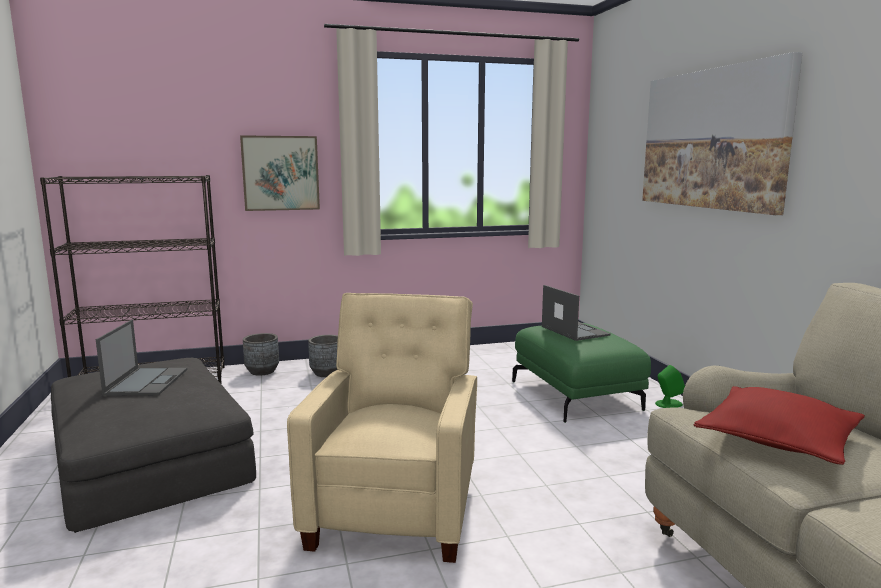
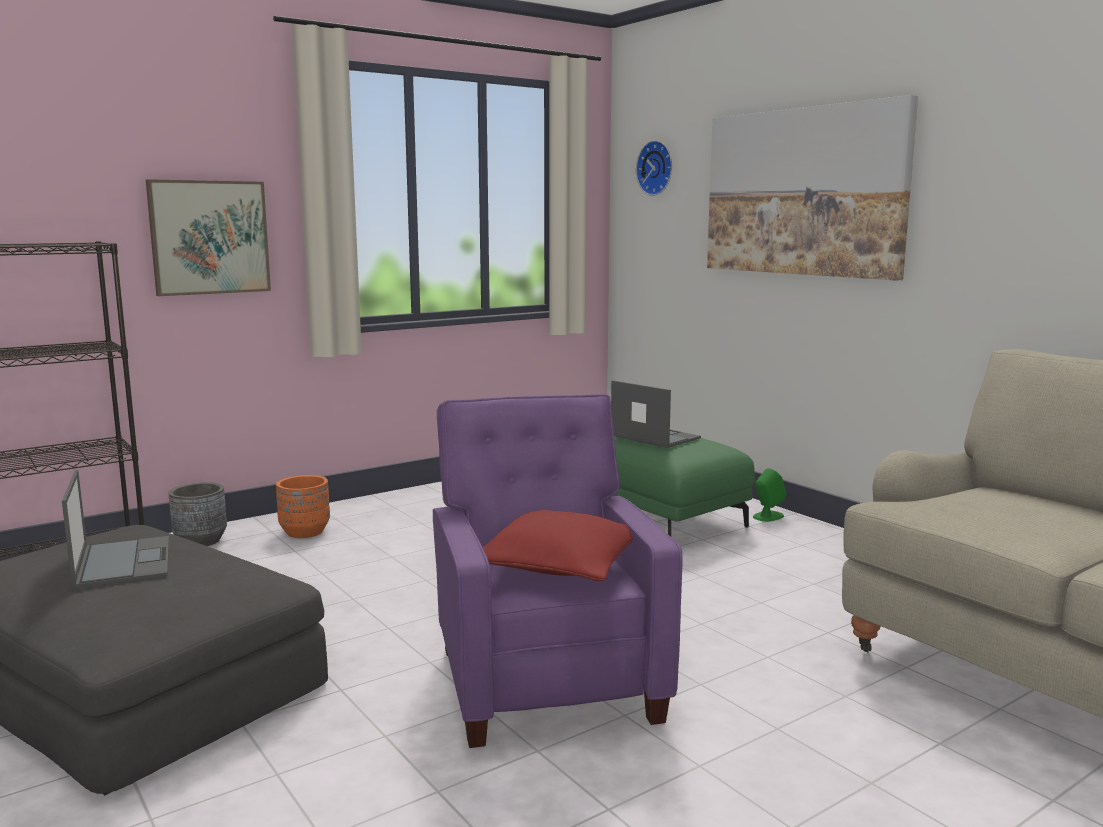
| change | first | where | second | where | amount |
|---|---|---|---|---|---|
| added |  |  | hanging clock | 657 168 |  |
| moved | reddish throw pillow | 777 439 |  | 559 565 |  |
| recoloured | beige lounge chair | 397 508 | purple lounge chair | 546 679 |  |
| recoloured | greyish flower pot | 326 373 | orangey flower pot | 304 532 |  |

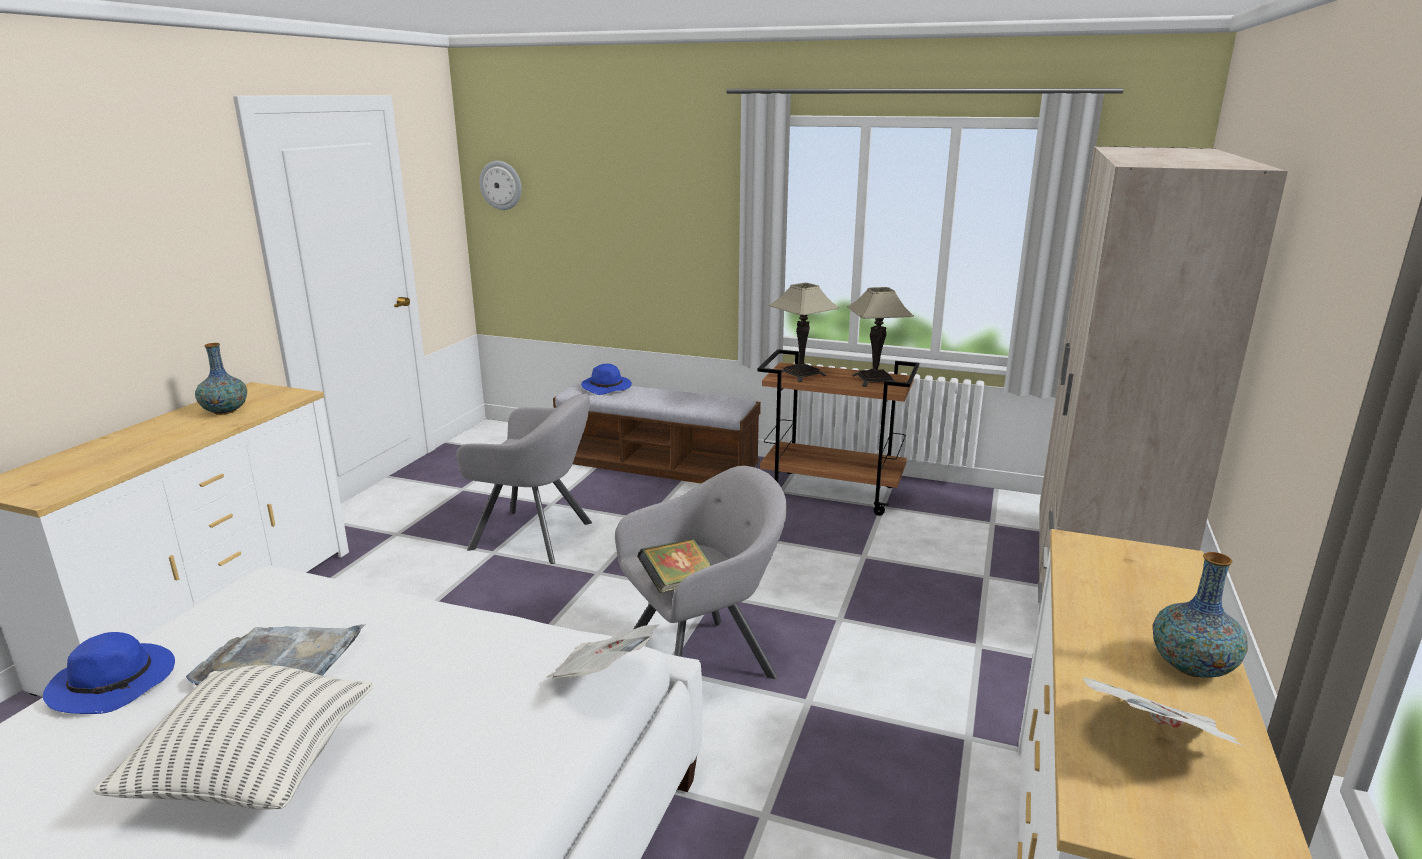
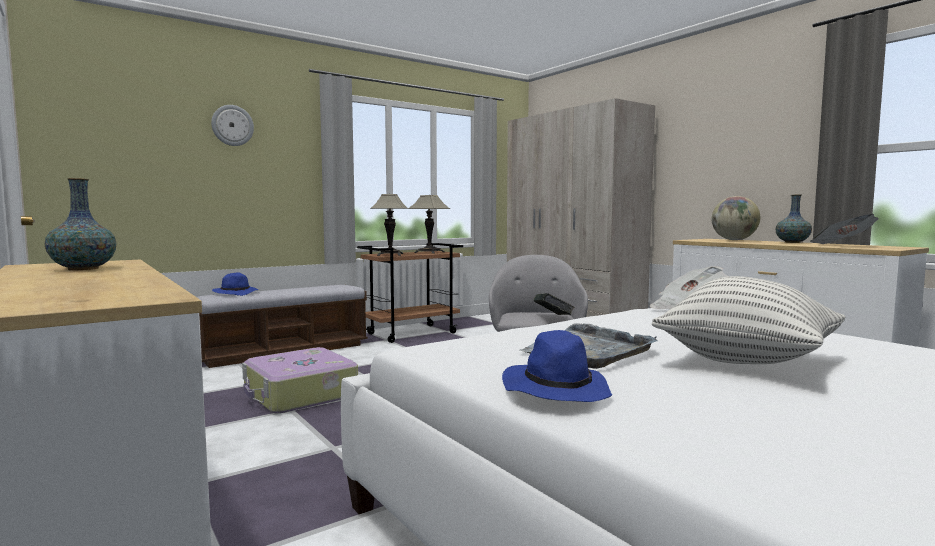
| change | first | where | second | where | amount |
|---|---|---|---|---|---|
| added |  |  | globe | 734 240 |  |
| moved | hanging clock | 501 185 |  | 232 125 |  |
| replaced | greyish lounge chair | 537 536 | piece of luggage | 300 394 |  |

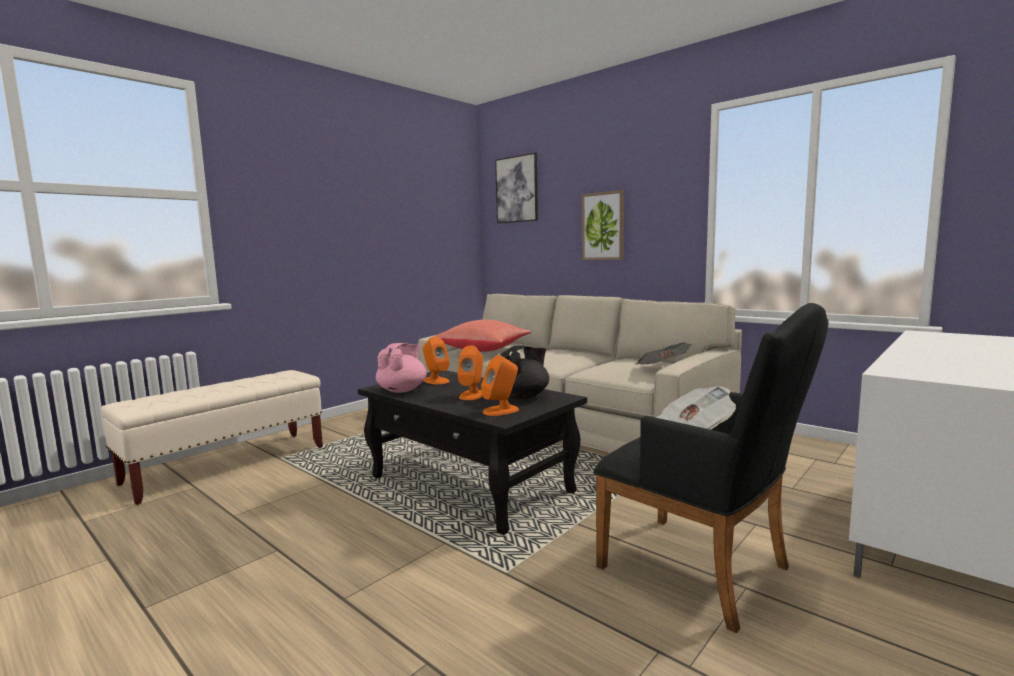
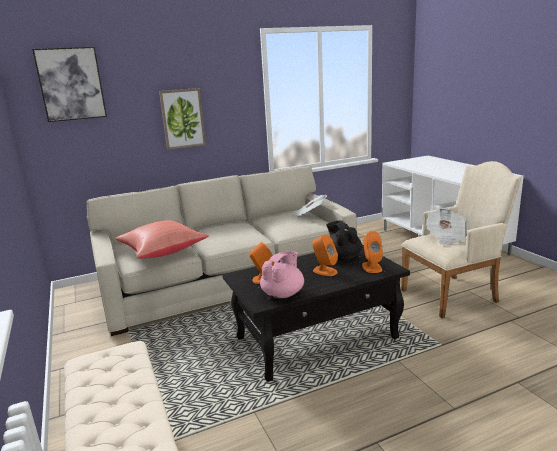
| change | first | where | second | where | amount |
|---|---|---|---|---|---|
| recoloured | blackish lounge chair | 704 572 | beige lounge chair | 453 294 |  |
| turned | pinkish tea pot | 402 390 |  | 283 294 | 75 degrees clockwise |

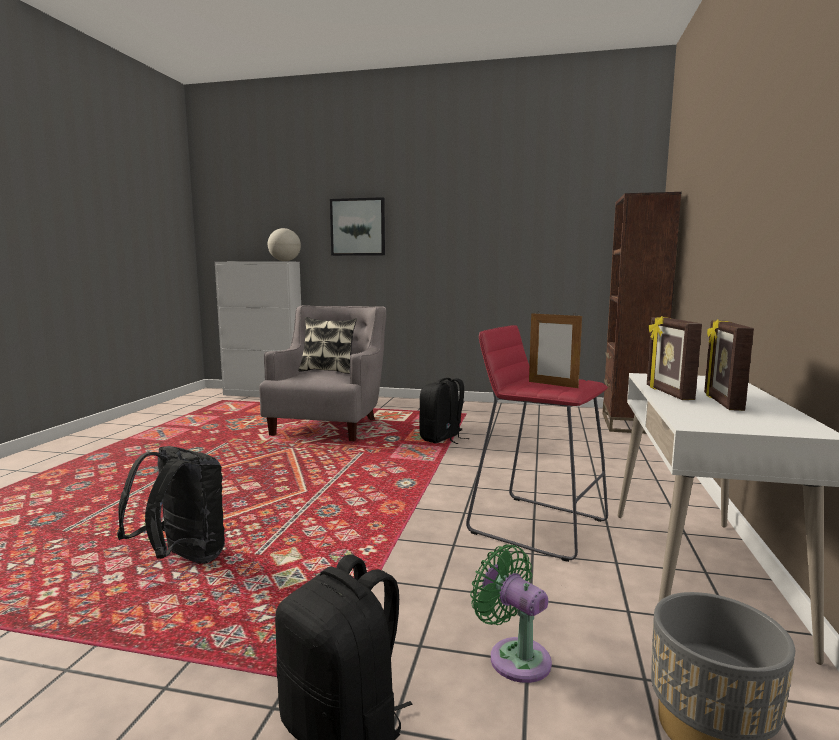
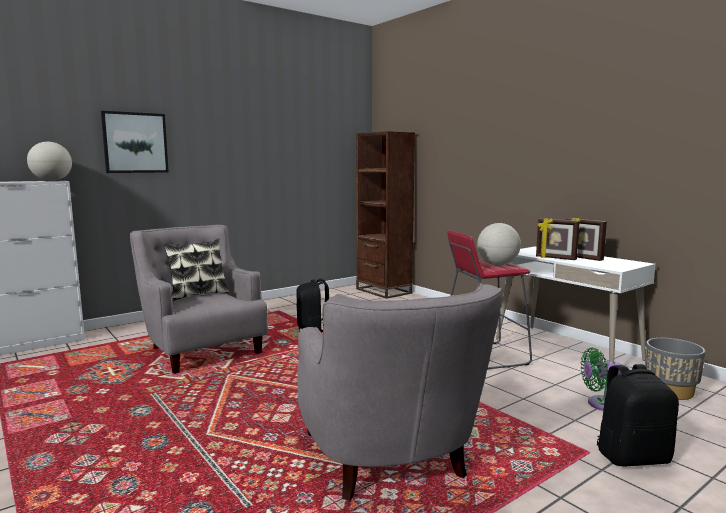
| change | first | where | second | where | amount |
|---|---|---|---|---|---|
| replaced | blackish rucksack | 182 559 | greyish lounge chair | 389 461 |  |
| replaced | standing frame | 553 384 | globe | 497 264 |  |

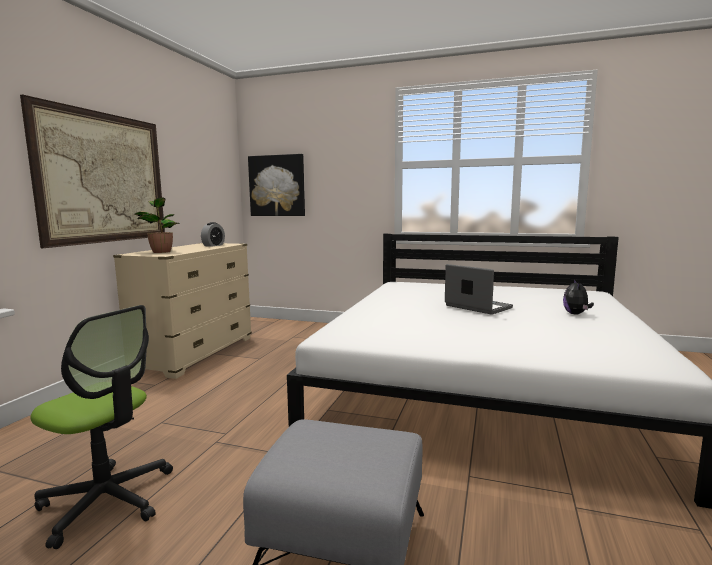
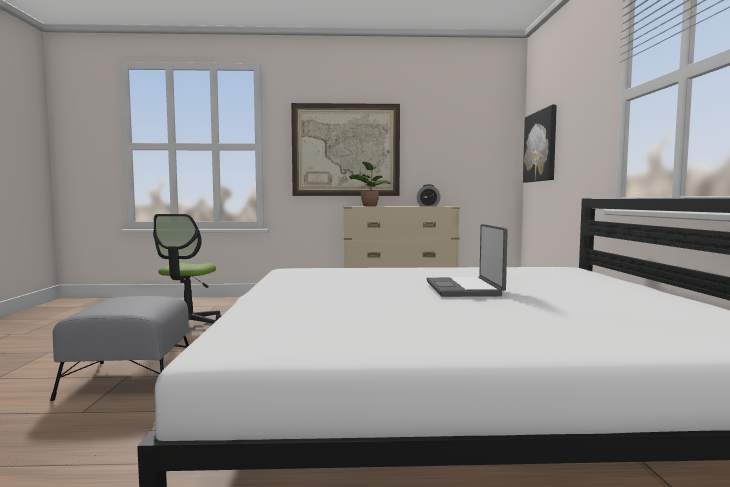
| change | first | where | second | where | amount |
|---|---|---|---|---|---|
| removed | soft toy | 576 314 |  |  |  |
| turned | notebook computer | 477 307 |  | 465 289 | 150 degrees clockwise |

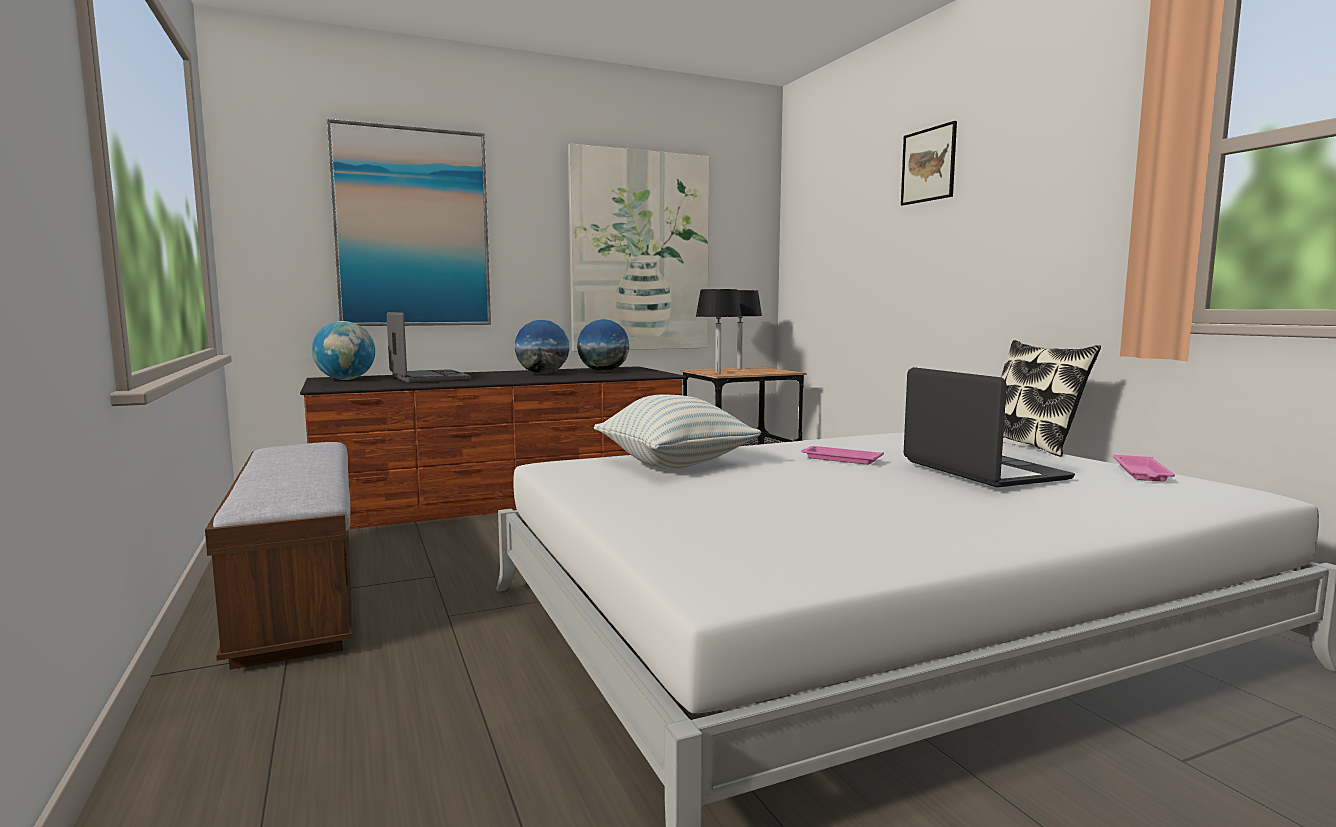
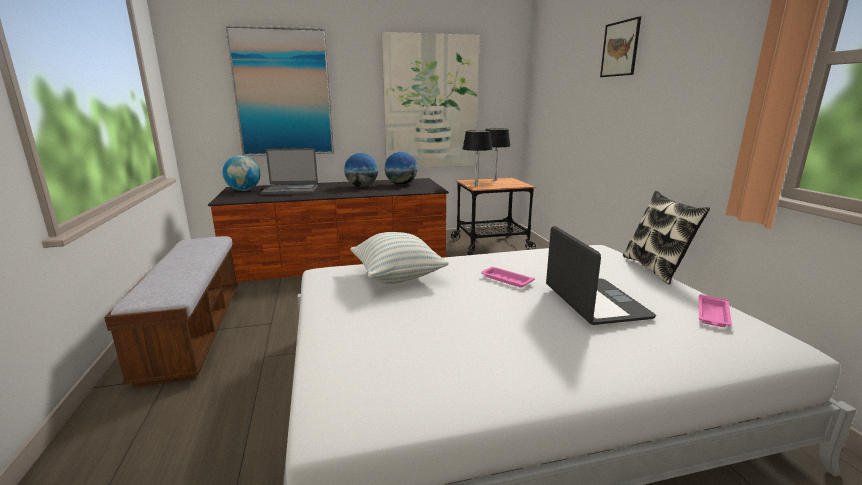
| change | first | where | second | where | amount |
|---|---|---|---|---|---|
| turned | notebook computer | 428 378 |  | 290 190 | 105 degrees clockwise |

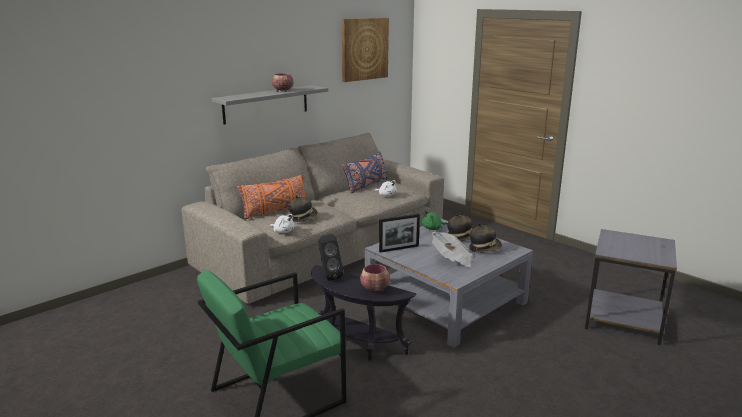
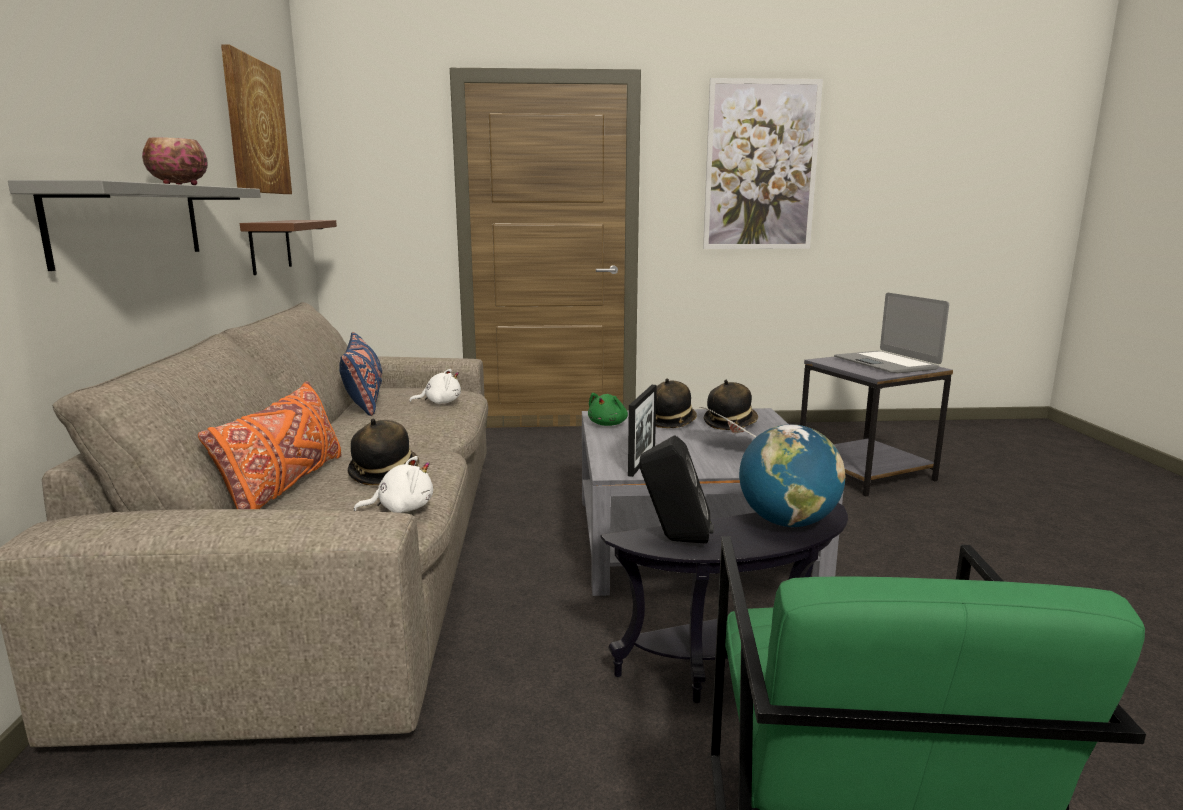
| change | first | where | second | where | amount |
|---|---|---|---|---|---|
| added |  |  | brownish shelf | 270 246 |  |
| added |  |  | wall art | 761 166 |  |
| added |  |  | notebook computer | 886 363 |  |
| replaced | bowl | 375 289 | globe | 787 522 |  |

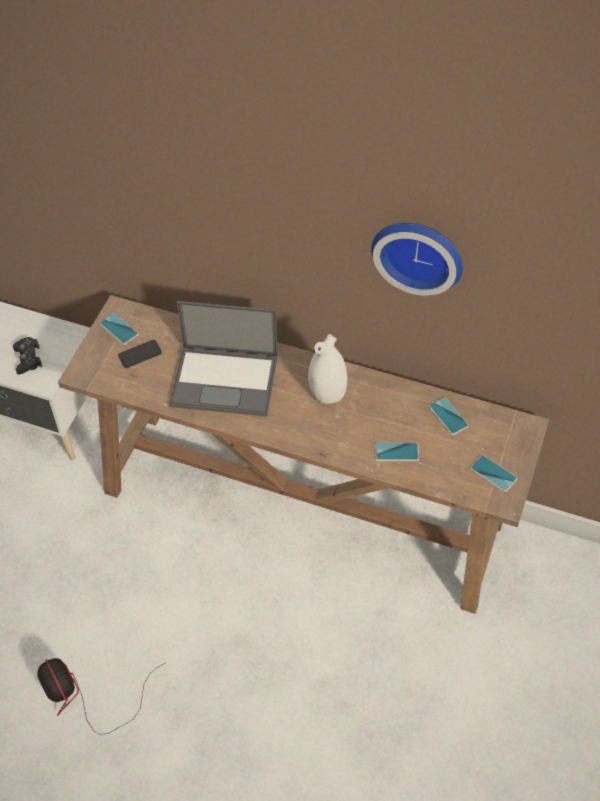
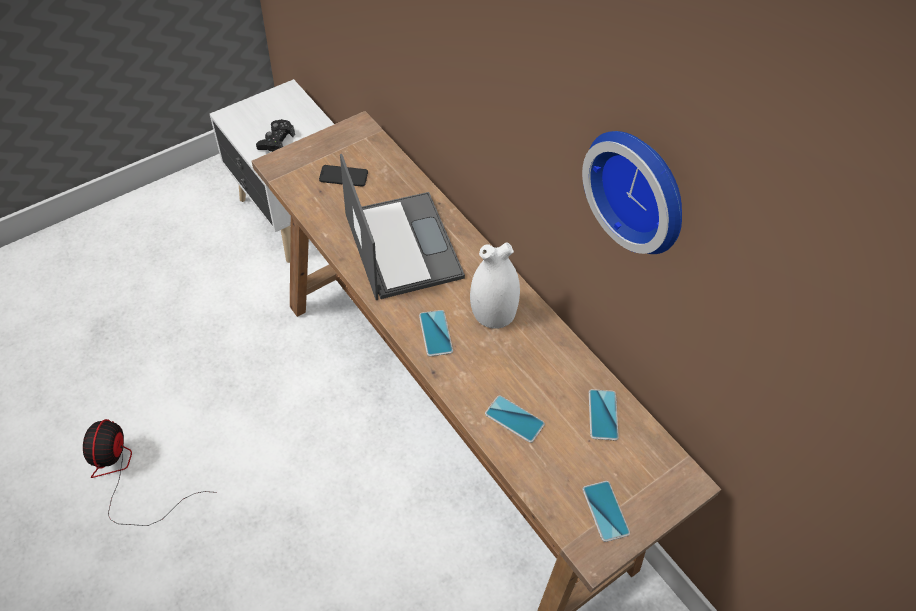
| change | first | where | second | where | amount |
|---|---|---|---|---|---|
| moved | telephone | 119 329 |  | 435 333 |  |
| turned | notebook computer | 226 380 |  | 402 244 | 150 degrees counterclockwise |

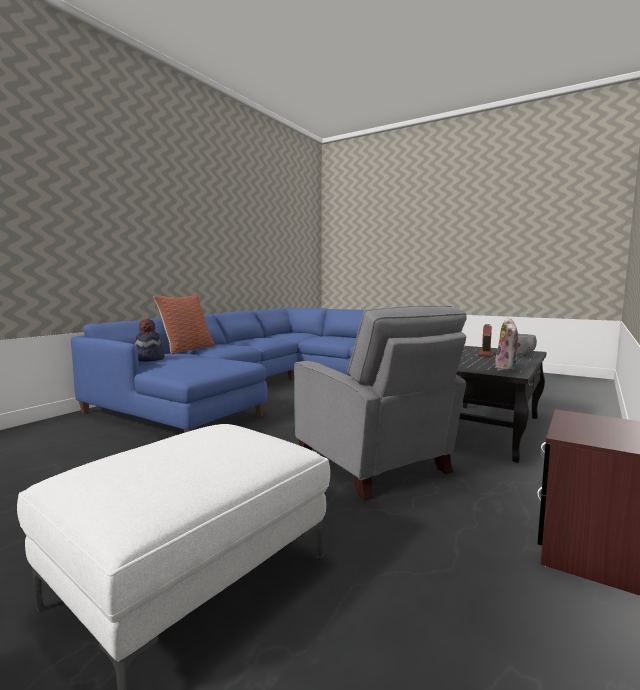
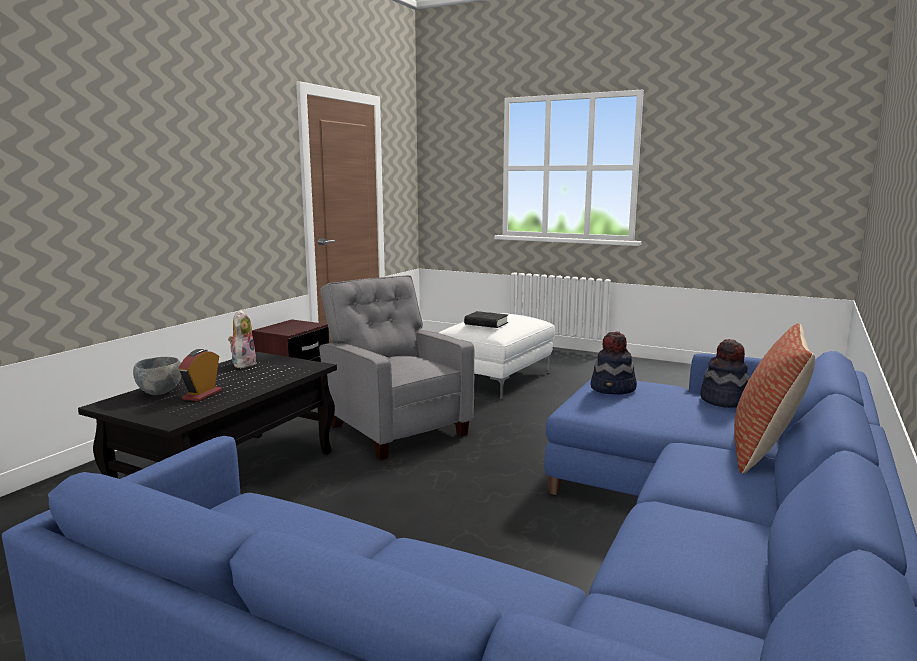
| change | first | where | second | where | amount |
|---|---|---|---|---|---|
| added |  |  | blackish bound book | 486 323 |  |
| added |  |  | hat | 613 389 |  |

